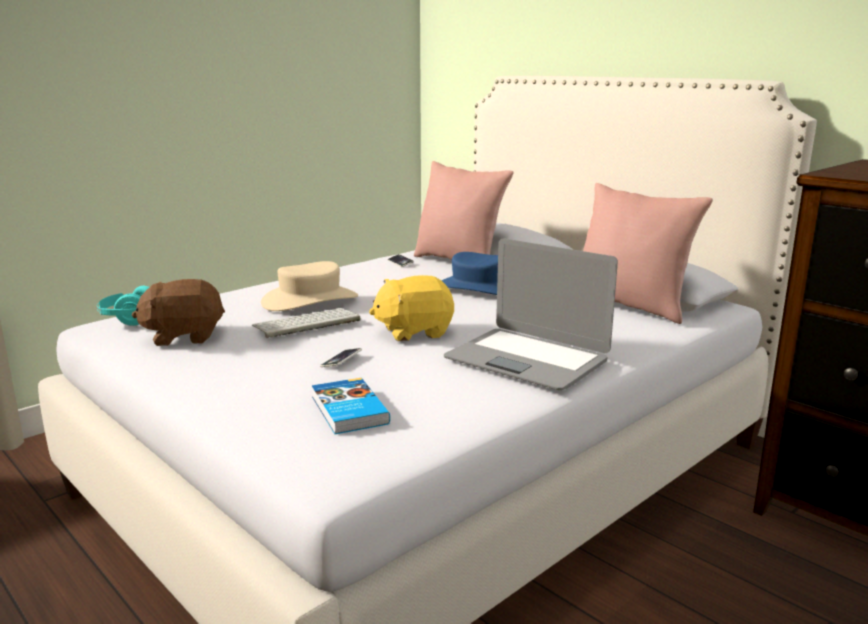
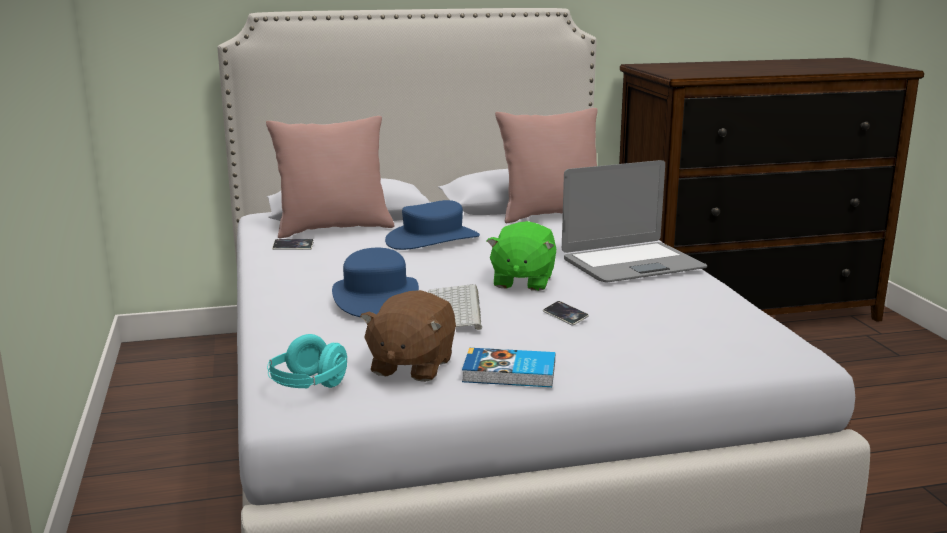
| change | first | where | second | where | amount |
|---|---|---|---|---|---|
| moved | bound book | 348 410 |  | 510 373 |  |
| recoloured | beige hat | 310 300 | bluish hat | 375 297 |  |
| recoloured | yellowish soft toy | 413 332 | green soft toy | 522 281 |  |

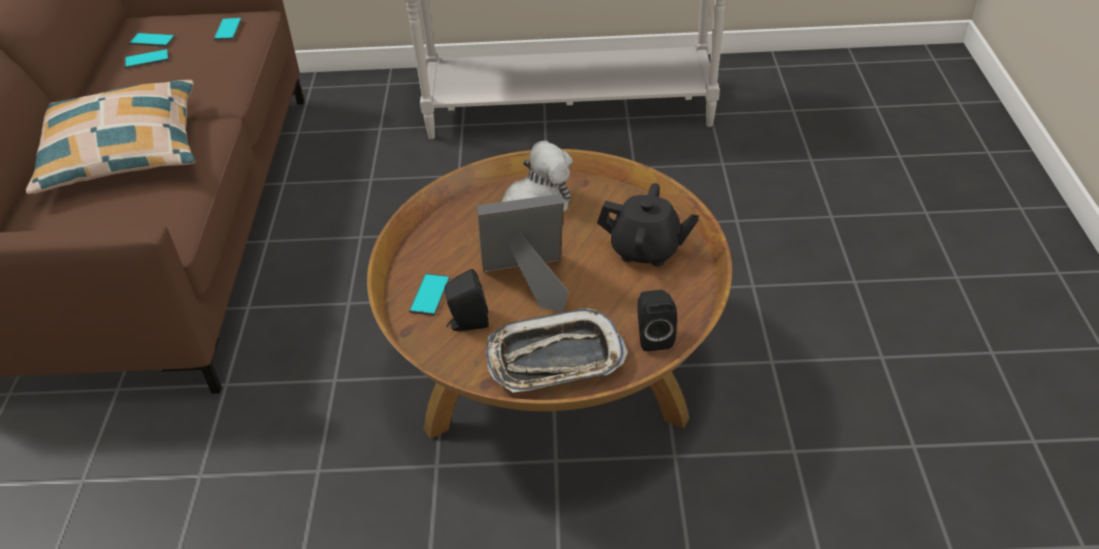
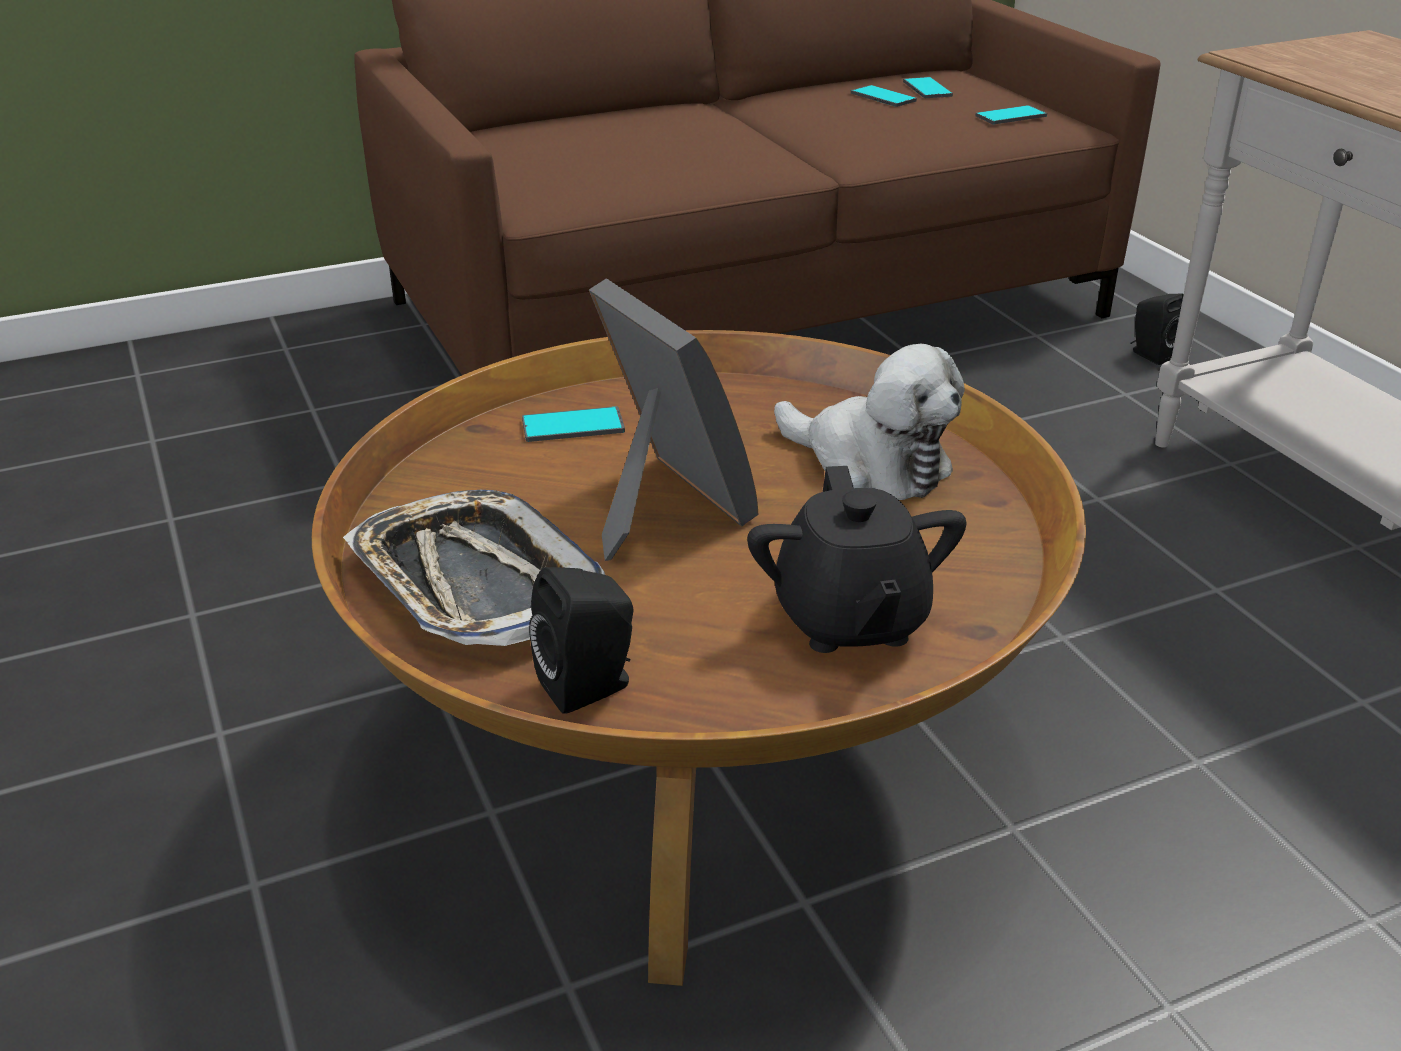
| change | first | where | second | where | amount |
|---|---|---|---|---|---|
| removed | throw pillow | 123 151 |  |  |  |
| moved | blackish speaker | 467 323 |  | 1150 354 |  |

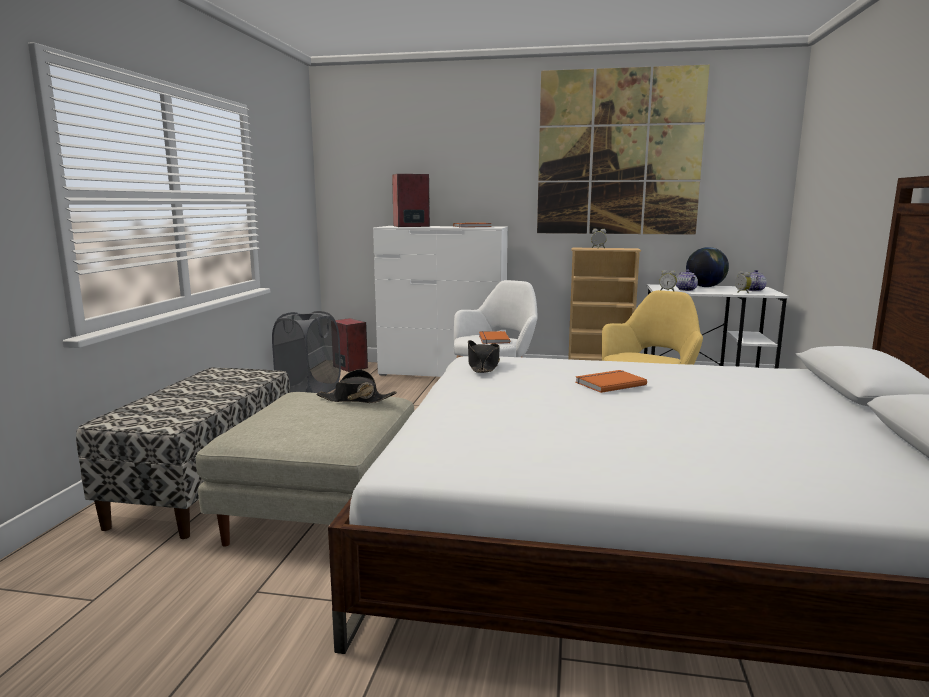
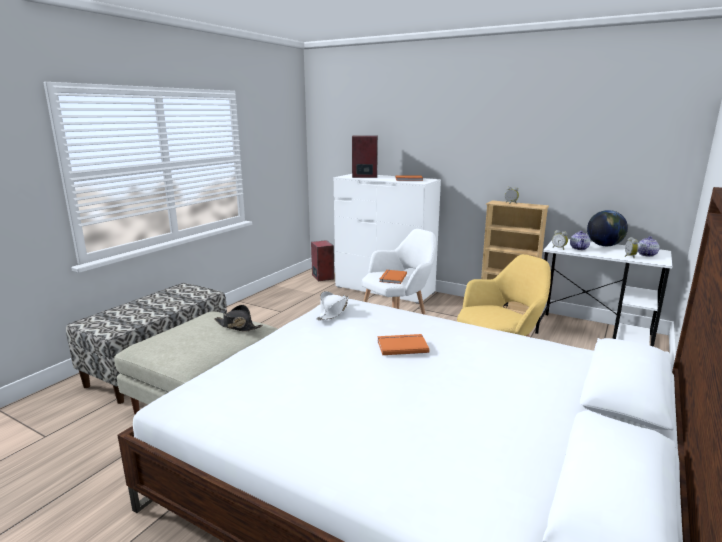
| change | first | where | second | where | amount |
|---|---|---|---|---|---|
| removed | greyish laundry basket | 309 390 |  |  |  |
| removed | wall art | 618 153 |  |  |  |
| recoloured | blackish hat | 483 365 | white hat | 333 312 |  |

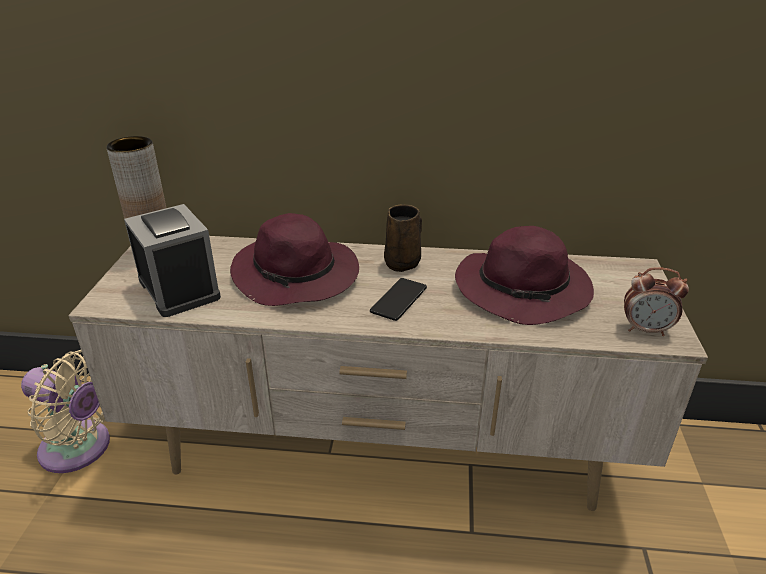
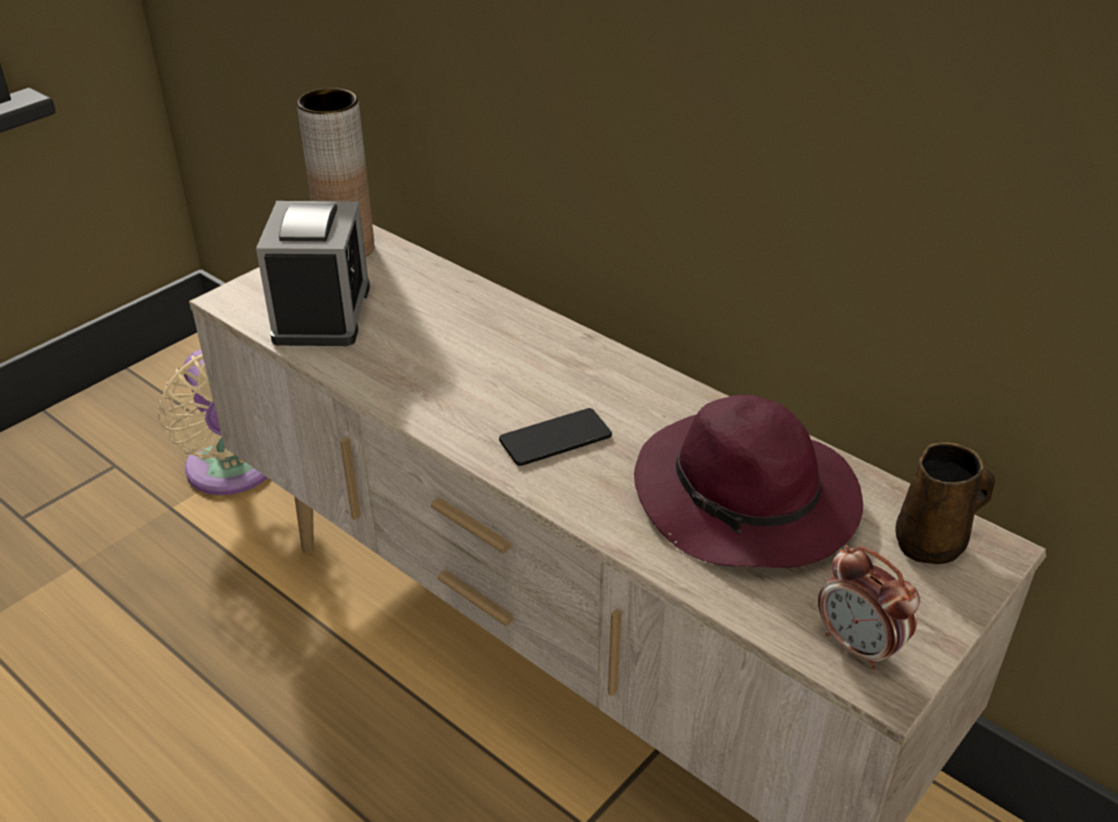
| change | first | where | second | where | amount |
|---|---|---|---|---|---|
| removed | purple hat | 297 276 |  |  |  |
| moved | brownish mug | 403 262 |  | 933 544 |  |

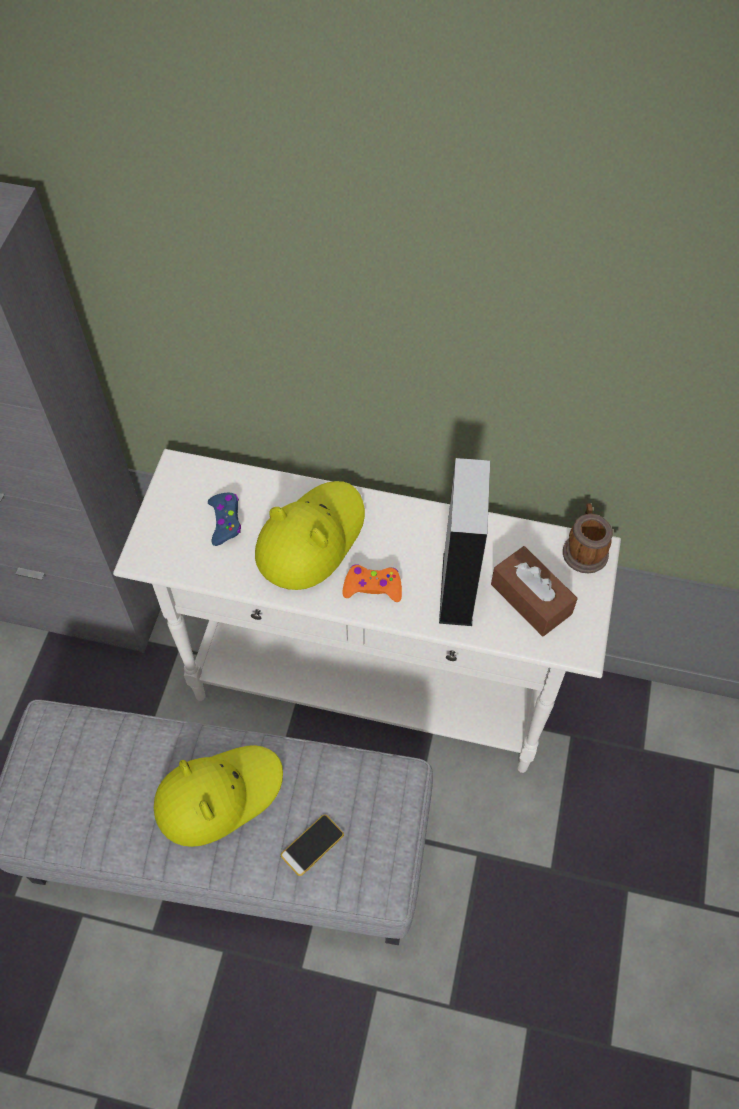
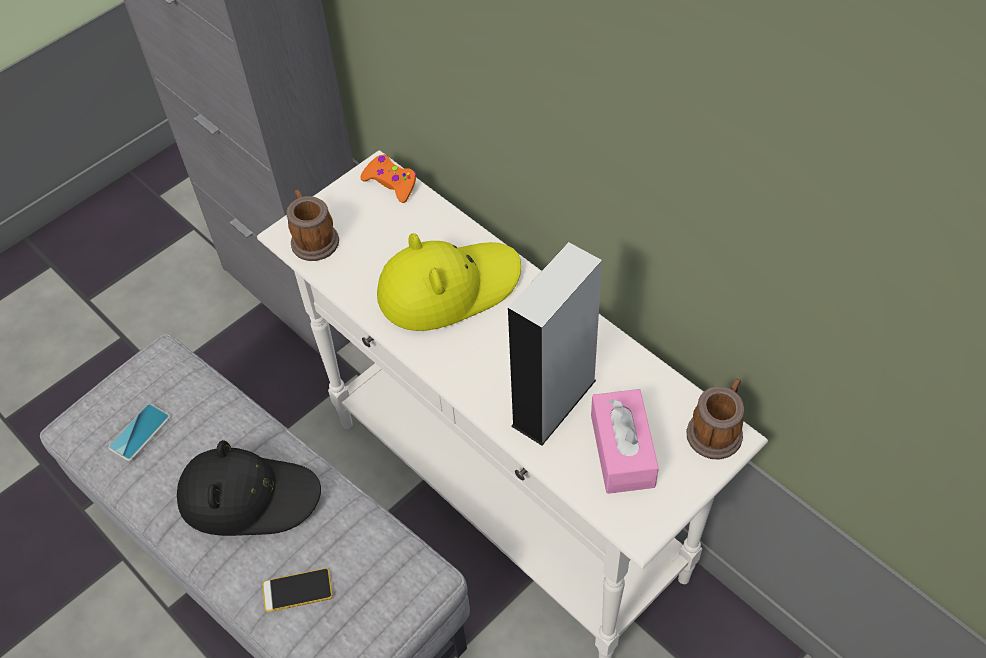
| change | first | where | second | where | amount |
|---|---|---|---|---|---|
| removed | bluish gamepad | 225 521 |  |  |  |
| added |  |  | telephone | 140 432 |  |
| added |  |  | mug | 313 239 |  |
| moved | orangey gamepad | 372 587 |  | 391 183 |  |
| recoloured | yellowish hat | 218 795 | blackish hat | 249 496 |  |
| recoloured | brownish tissue box | 531 599 | pinkish tissue box | 622 450 |  |

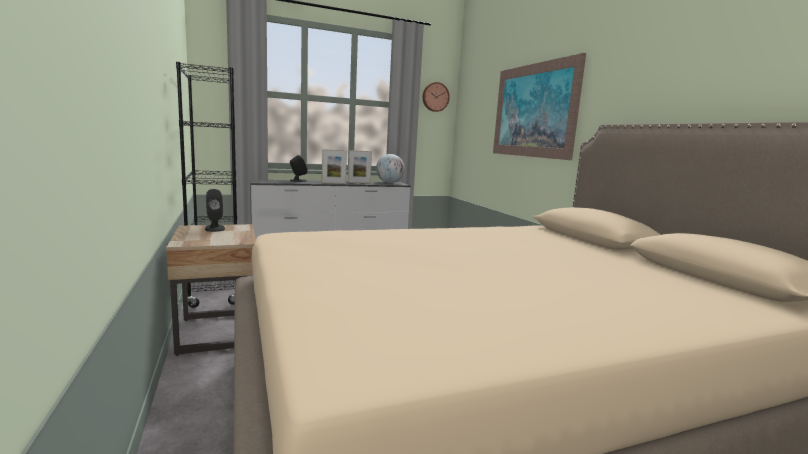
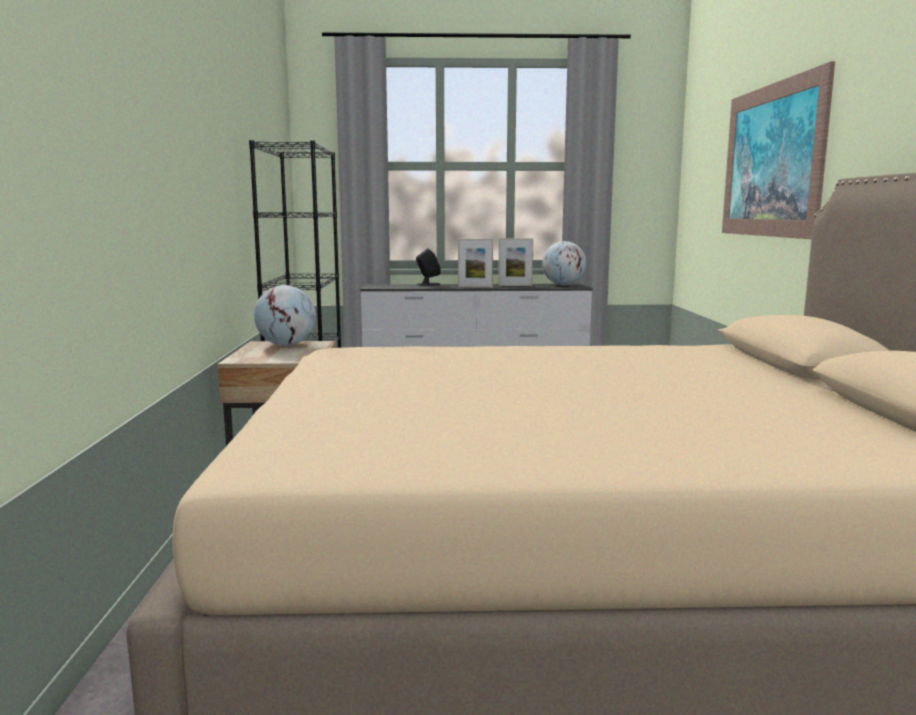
| change | first | where | second | where | amount |
|---|---|---|---|---|---|
| removed | hanging clock | 435 97 |  |  |  |
| replaced | blackish speaker | 215 228 | globe | 286 345 |  |

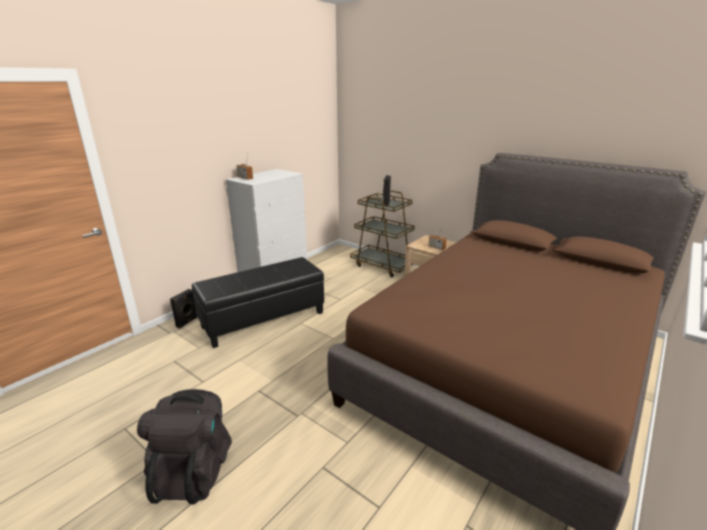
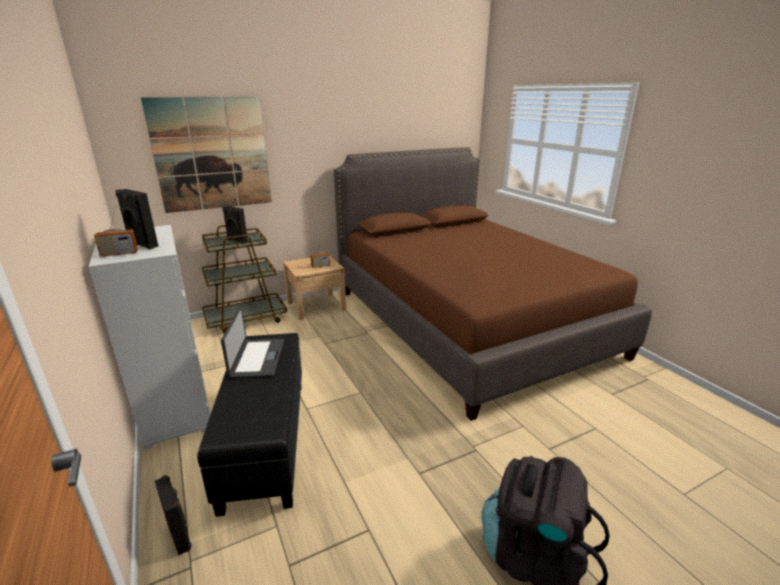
| change | first | where | second | where | amount |
|---|---|---|---|---|---|
| added |  |  | blackish speaker | 142 245 |  |
| added |  |  | wall art | 212 154 |  |
| added |  |  | notebook computer | 256 358 |  |

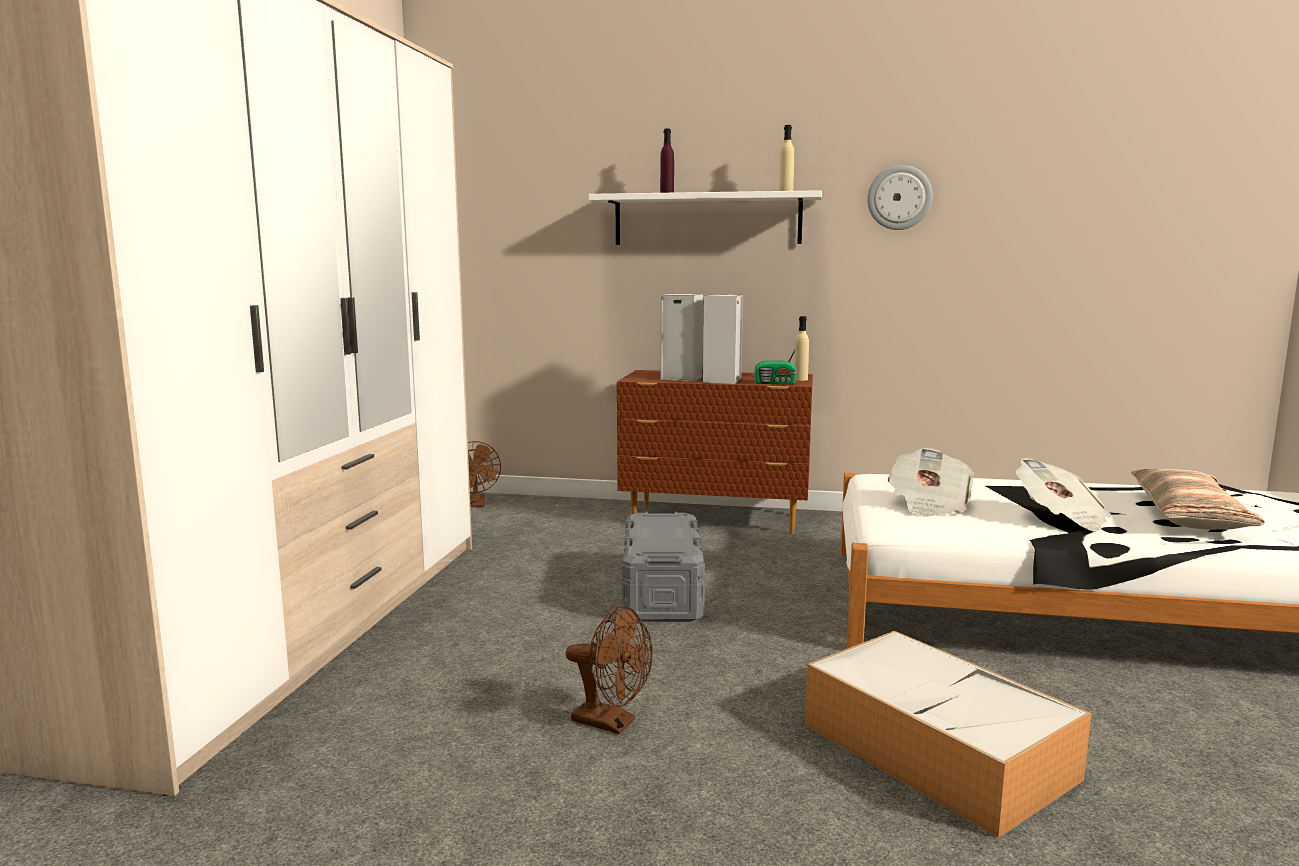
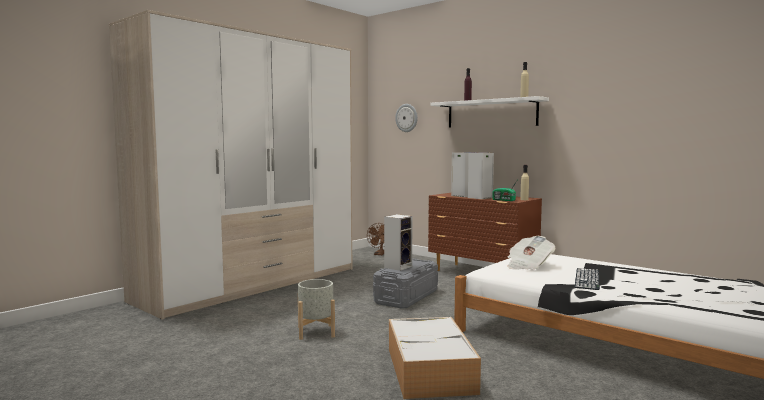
| change | first | where | second | where | amount |
|---|---|---|---|---|---|
| removed | throw pillow | 1188 516 |  |  |  |
| added |  |  | speaker | 398 267 |  |
| moved | hanging clock | 899 197 |  | 407 118 |  |
| replaced | brownish cooling fan | 612 723 | greyish flower pot | 315 332 |  |
| replaced | printed paper | 1061 518 | keyboard | 587 279 |  |

